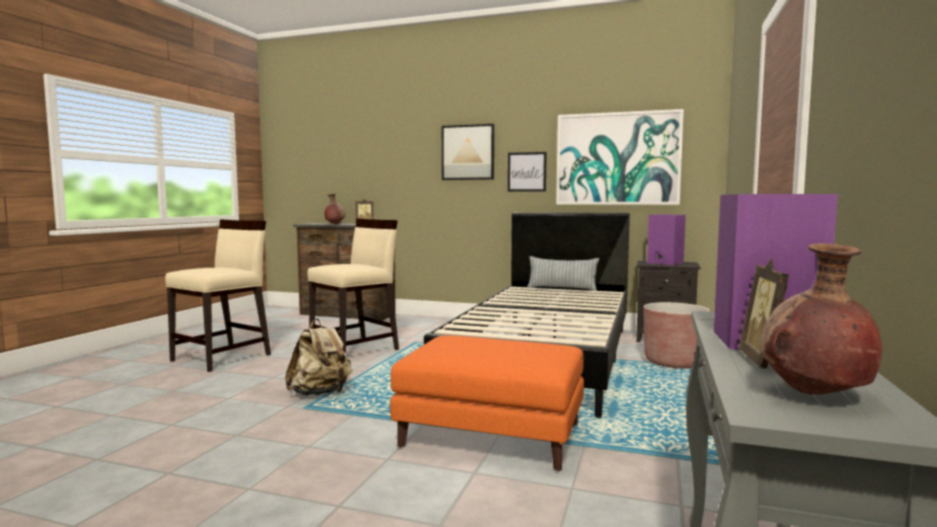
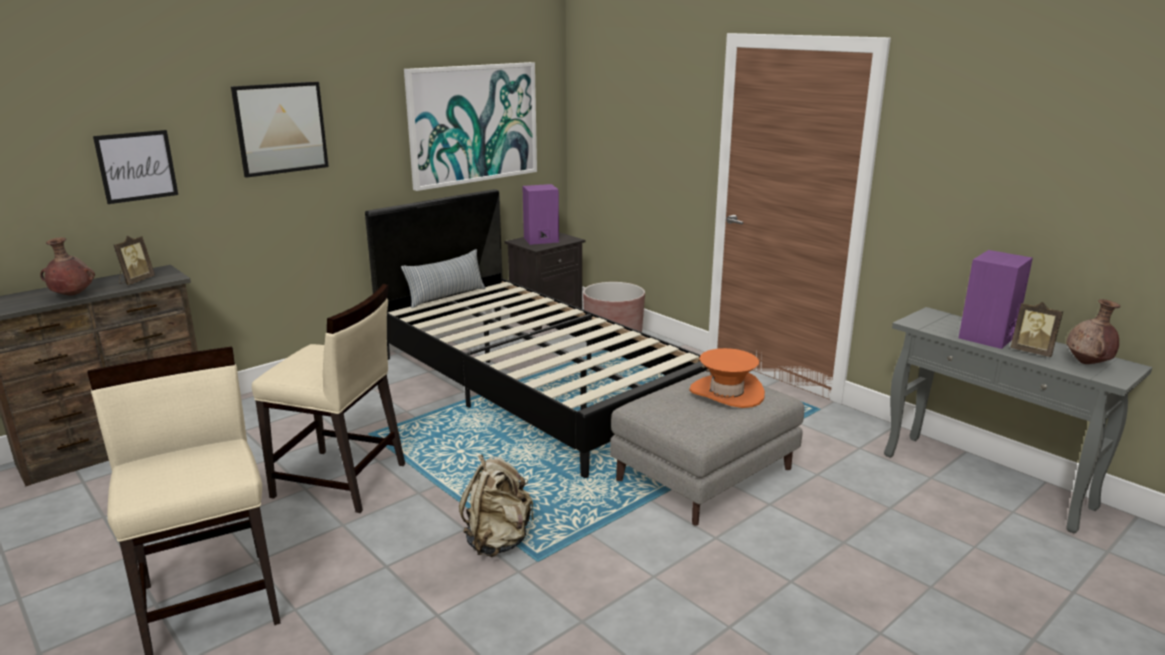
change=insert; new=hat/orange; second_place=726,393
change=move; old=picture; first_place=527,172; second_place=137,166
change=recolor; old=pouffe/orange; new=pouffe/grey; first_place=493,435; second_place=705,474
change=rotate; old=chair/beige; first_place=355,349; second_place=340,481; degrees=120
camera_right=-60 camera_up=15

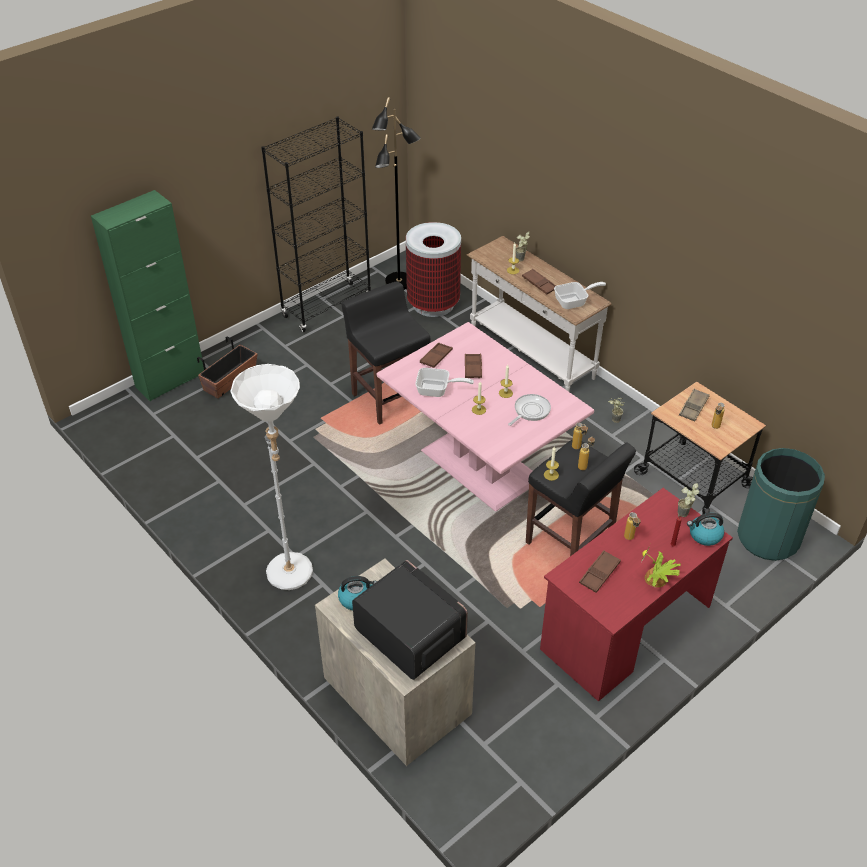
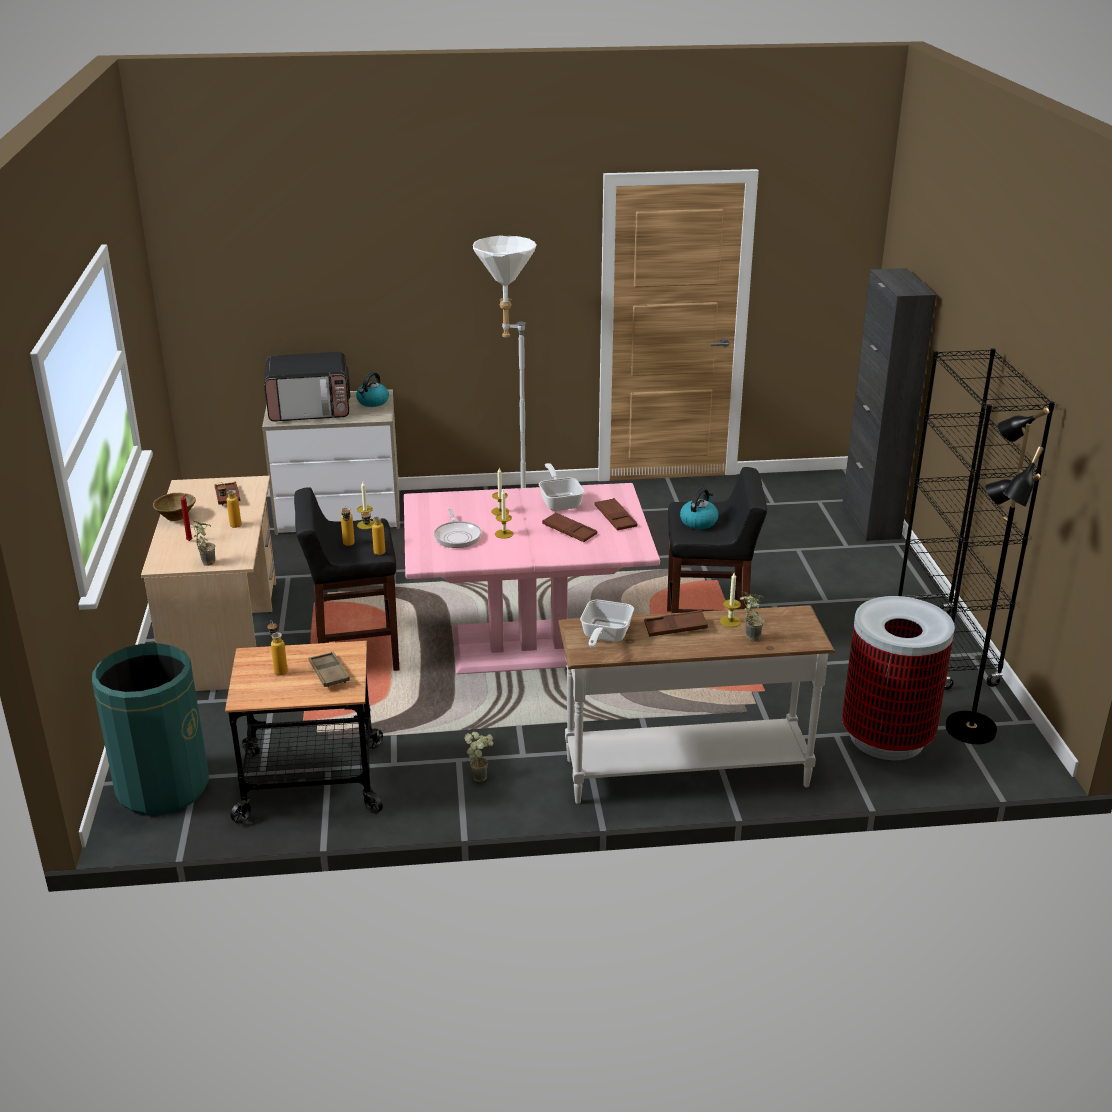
change=delete; old=plant pot; first_place=230,381
change=move; old=kettle; first_place=704,535; second_place=698,522
change=replace; old=houseplant; new=bowl/brownish; first_place=656,579; second_place=176,517
change=recolor; old=cabinet/green-coloured; new=cabinet/black; first_place=170,380; second_place=871,521
change=recolor; old=desk/red; new=desk/beige; first_place=625,628; second_place=224,635
change=rotate; old=skillet; first_place=437,390; second_place=560,501; degrees=120
camera_right=125 camera_up=-15

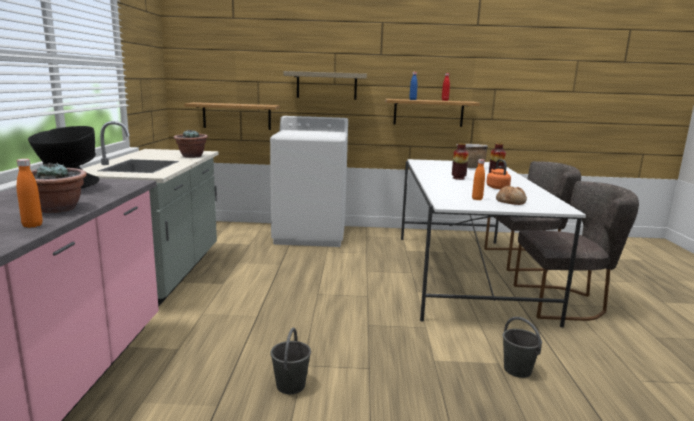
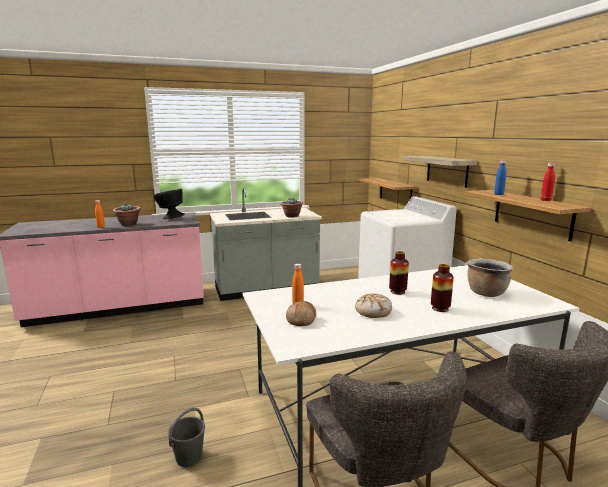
change=delete; old=water bucket/grey; first_place=291,385
change=replace; old=kettle/orange; new=baked bread; first_place=497,187; second_place=373,311
camera_right=70 camera_up=0

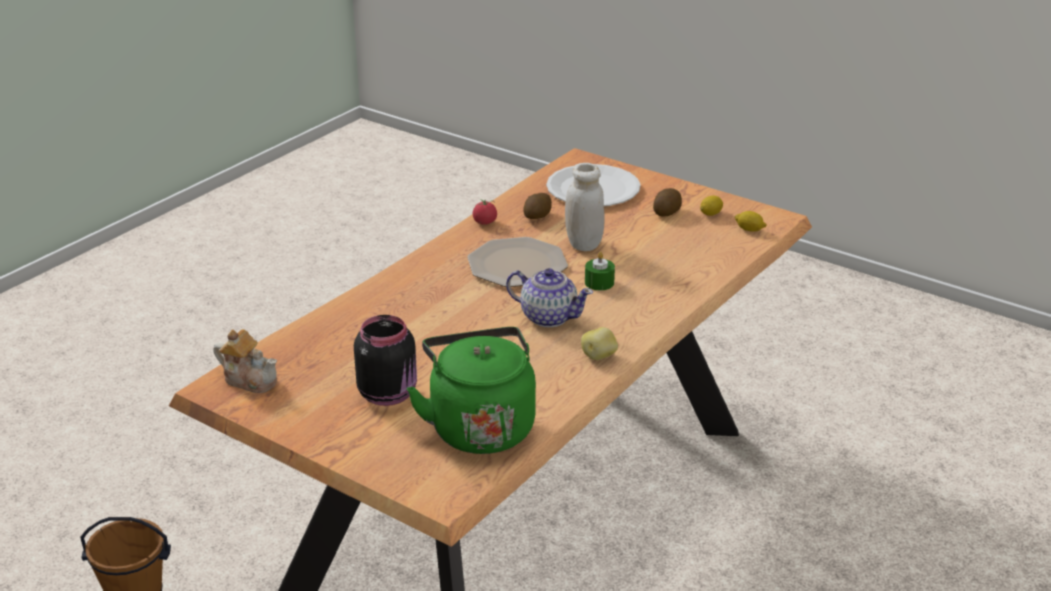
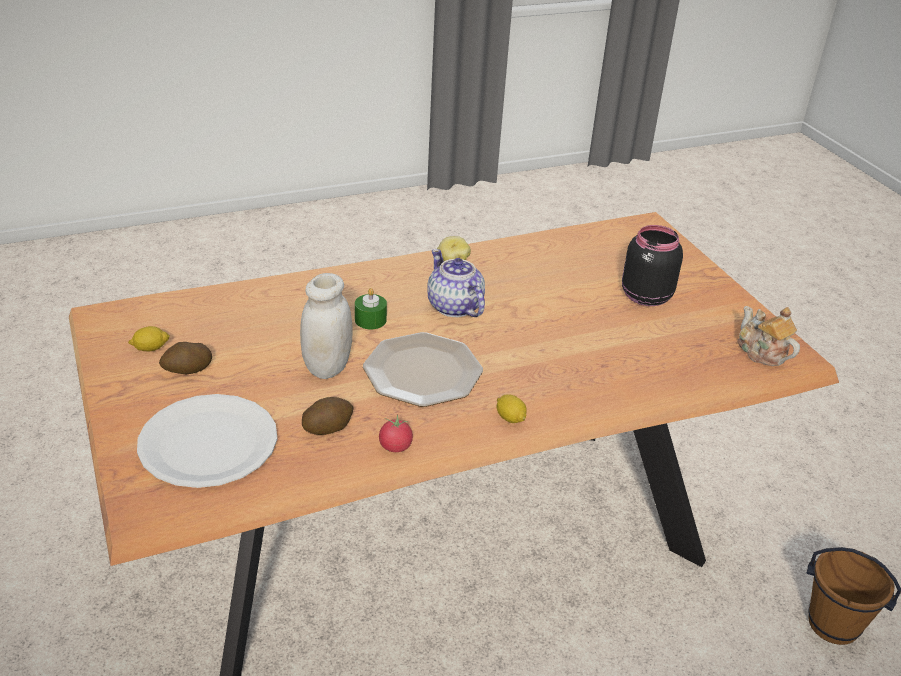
change=delete; old=kettle/green-coloured; first_place=479,426
change=move; old=citrus fruit; first_place=749,229; second_place=510,418
camera_right=-150 camera_up=5

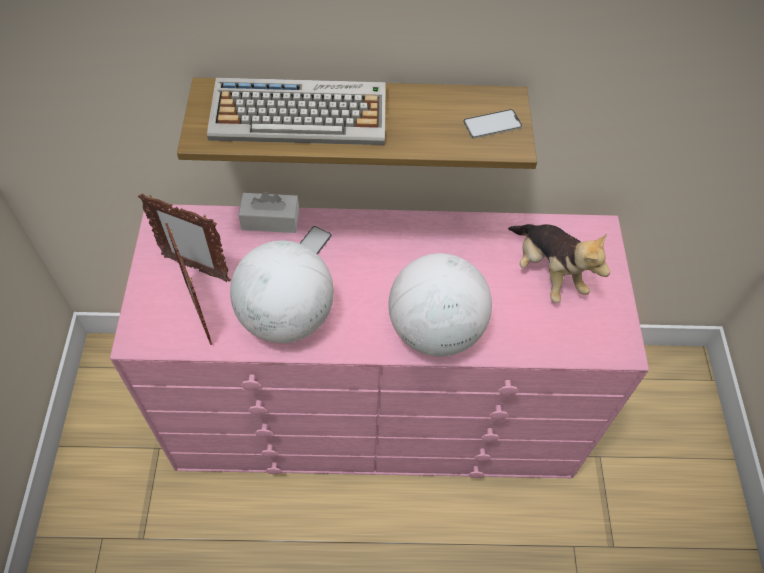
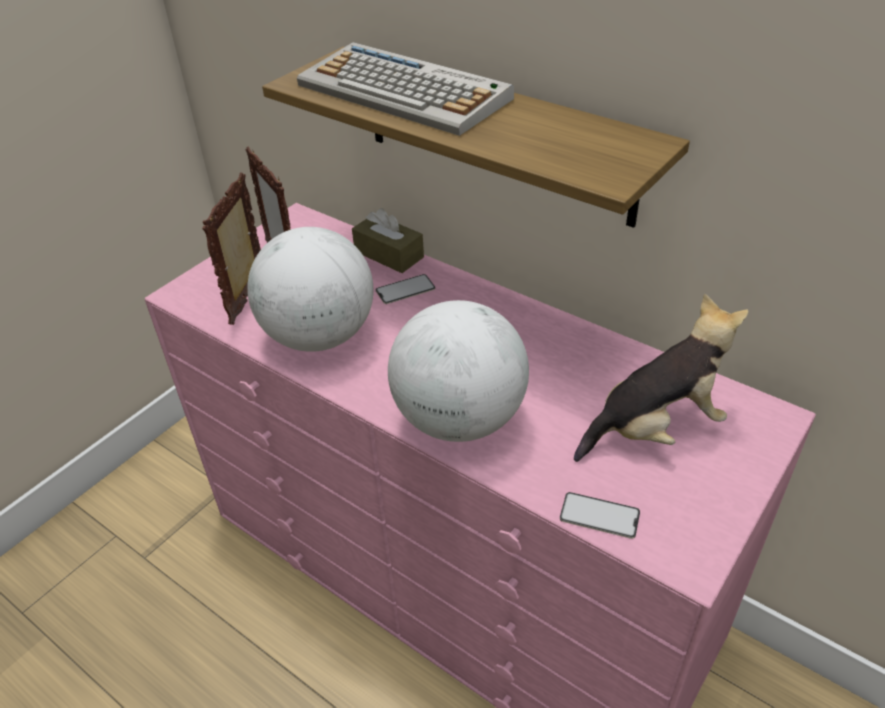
change=move; old=handset; first_place=492,124; second_place=599,515
change=recolor; old=tissue holder/white; new=tissue holder/brownish; first_place=270,220; second_place=389,254
change=rotate; old=soft toy; first_place=547,272; second_place=655,428; degrees=-120
camera_right=40 camera_up=-15

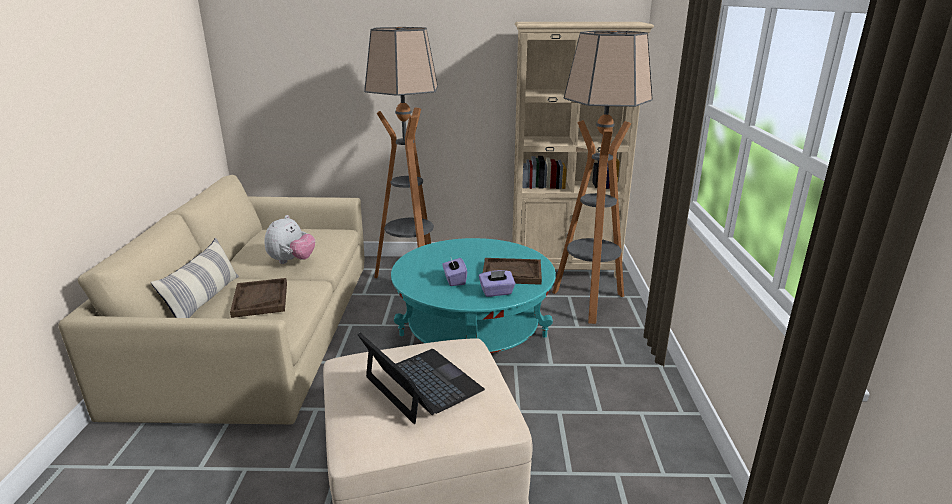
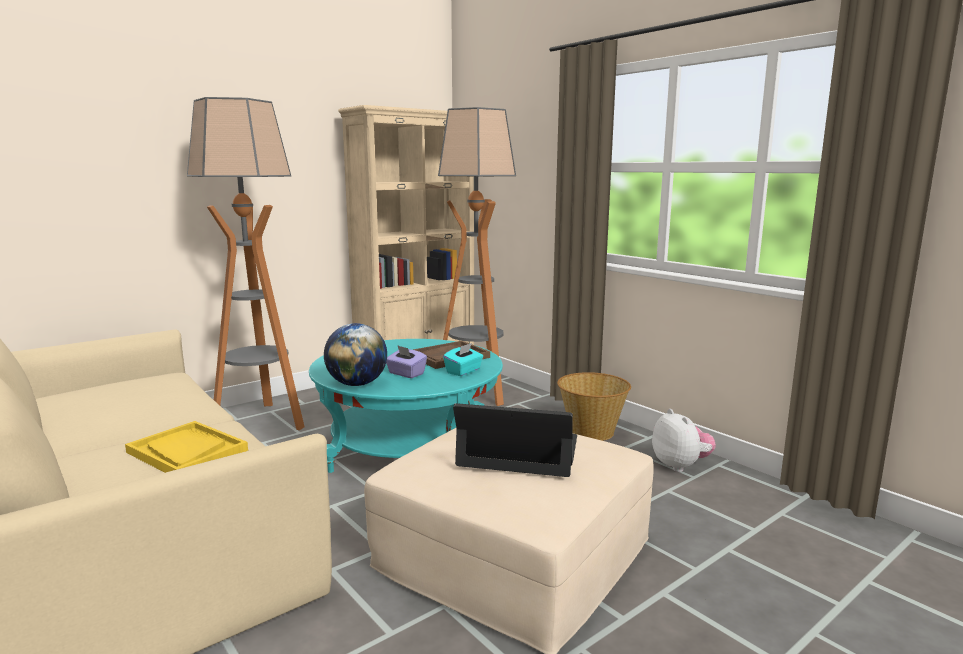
change=delete; old=throw pillow; first_place=204,300
change=insert; new=world globe; second_place=357,384
change=insert; new=household basket; second_place=591,431
change=move; old=soft toy; first_place=292,261; second_place=680,466
change=recolor; old=serving tray/brownish; new=serving tray/yellow-coloured; first_place=260,299; second_place=187,451
change=recolor; old=tissue holder/purplish; new=tissue holder/turquoise-coloured; first_place=496,292; second_place=463,371
camera_right=-40 camera_up=-10

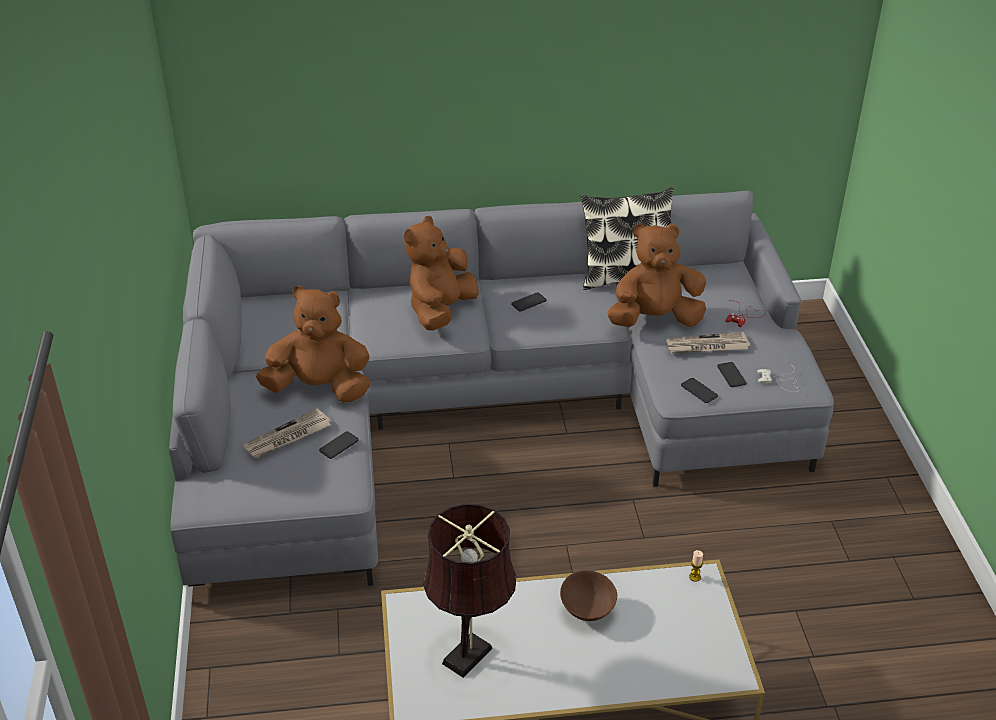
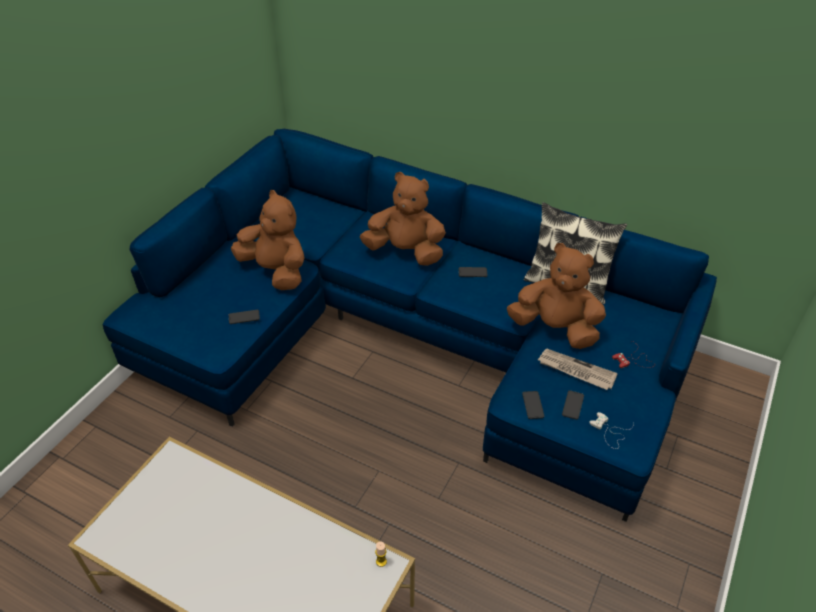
change=delete; old=daily paper; first_place=287,437
change=delete; old=tabletop lamp/brownish; first_place=471,652
change=delete; old=bowl/brownish; first_place=586,611
change=recolor; old=settee/grey; new=settee/bluish; first_place=471,413; second_place=407,337
change=rotate; old=soft toy/brownish; first_place=441,311; second_place=405,252; degrees=45
camera_right=35 camera_up=5

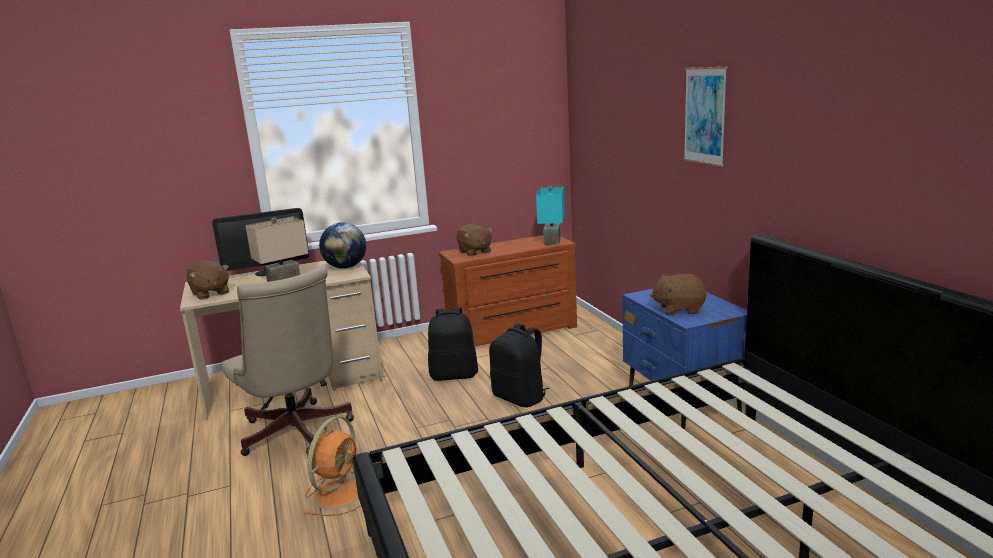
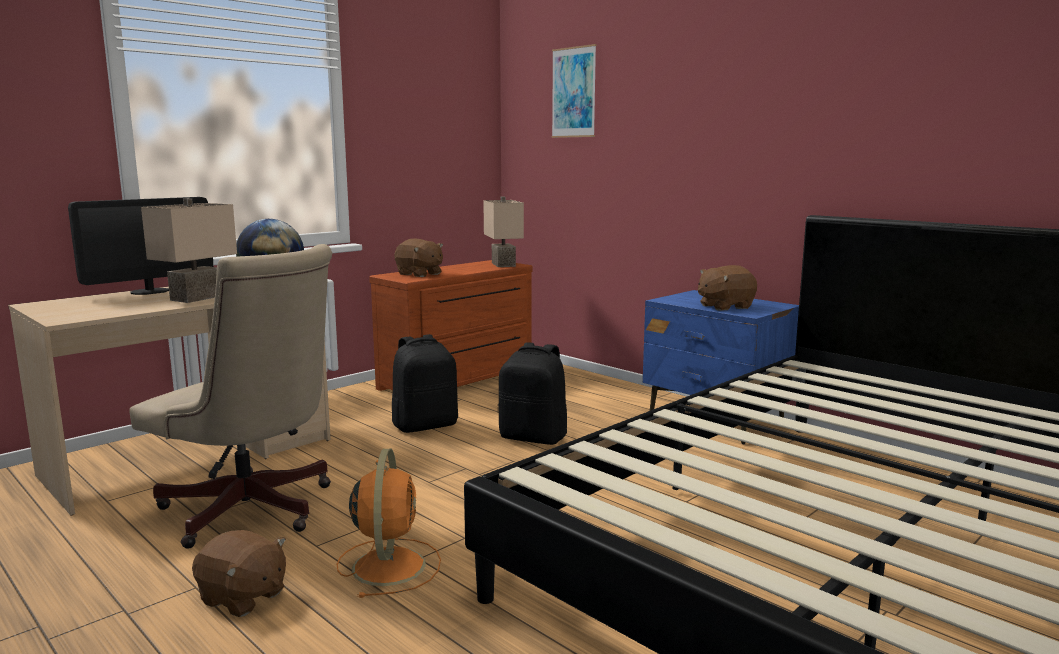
change=move; old=soft toy/brownish; first_place=210,293; second_place=242,597
change=move; old=picture; first_place=705,116; second_place=573,92
change=recolor; old=tabletop lamp/turquoise-coloured; new=tabletop lamp/beige; first_place=551,241; second_place=501,265
camera_right=-25 camera_up=-5

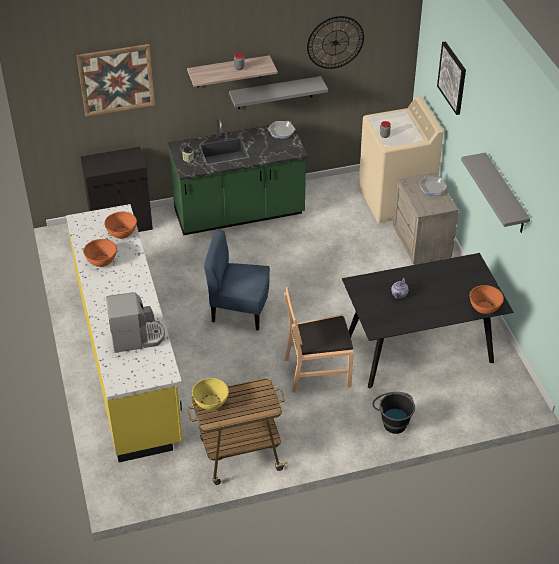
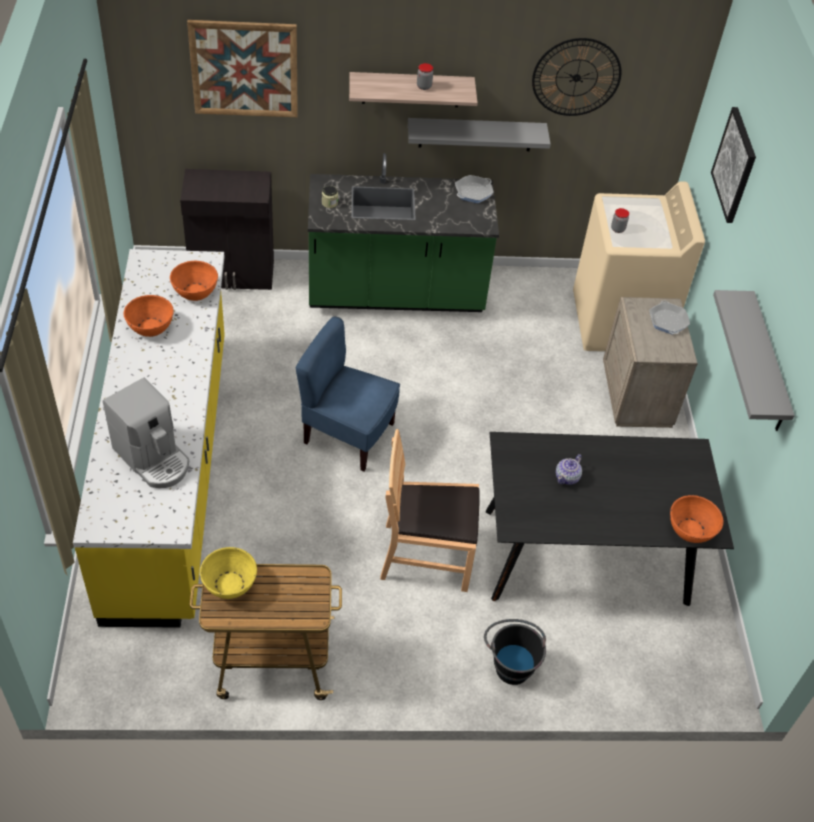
change=rotate; old=coffee maker; first_place=137,337; second_place=153,458; degrees=45
camera_right=10 camera_up=5

